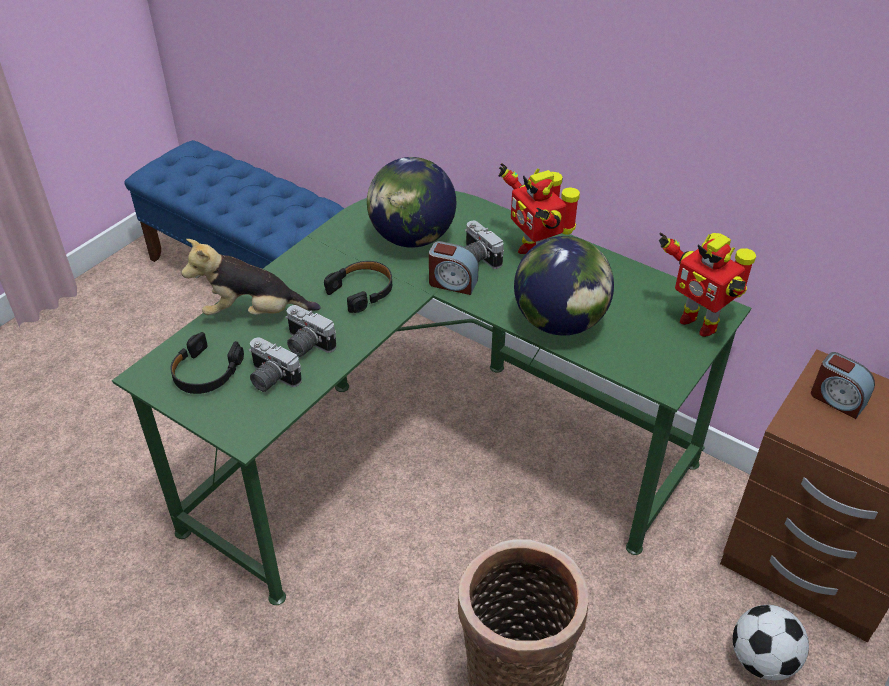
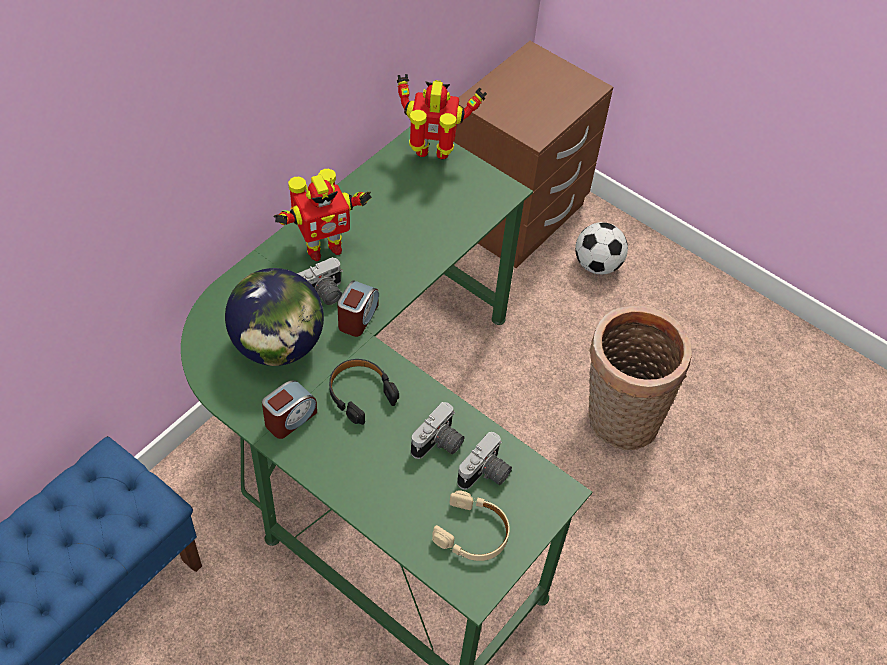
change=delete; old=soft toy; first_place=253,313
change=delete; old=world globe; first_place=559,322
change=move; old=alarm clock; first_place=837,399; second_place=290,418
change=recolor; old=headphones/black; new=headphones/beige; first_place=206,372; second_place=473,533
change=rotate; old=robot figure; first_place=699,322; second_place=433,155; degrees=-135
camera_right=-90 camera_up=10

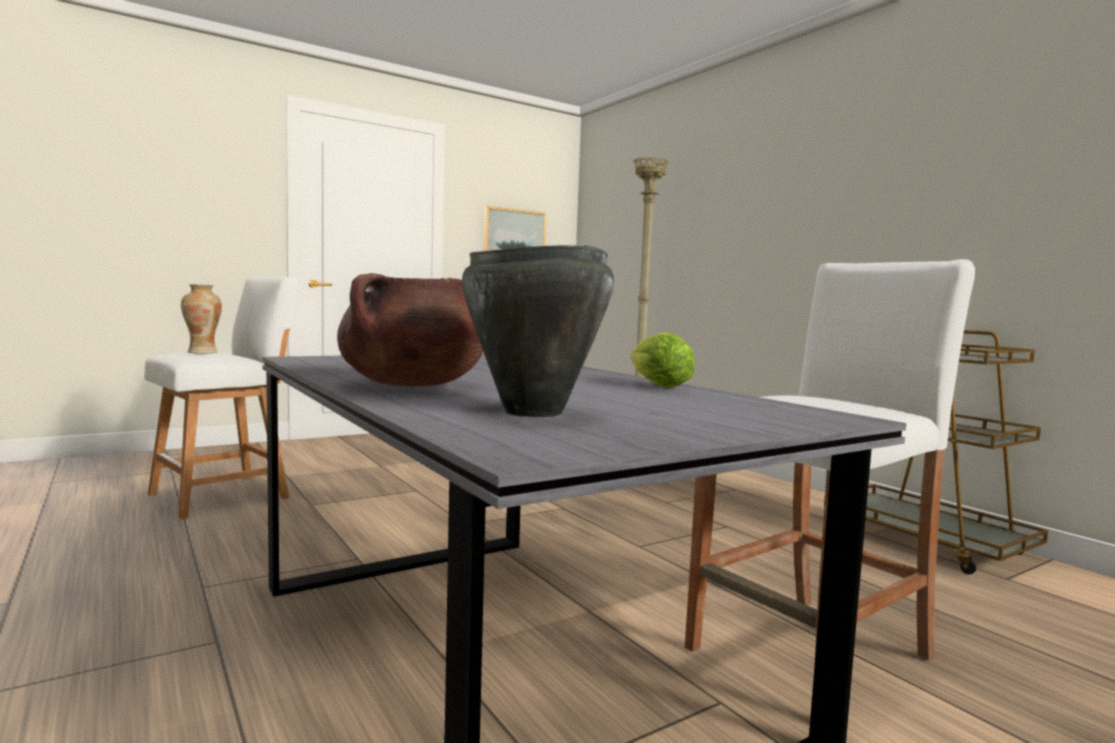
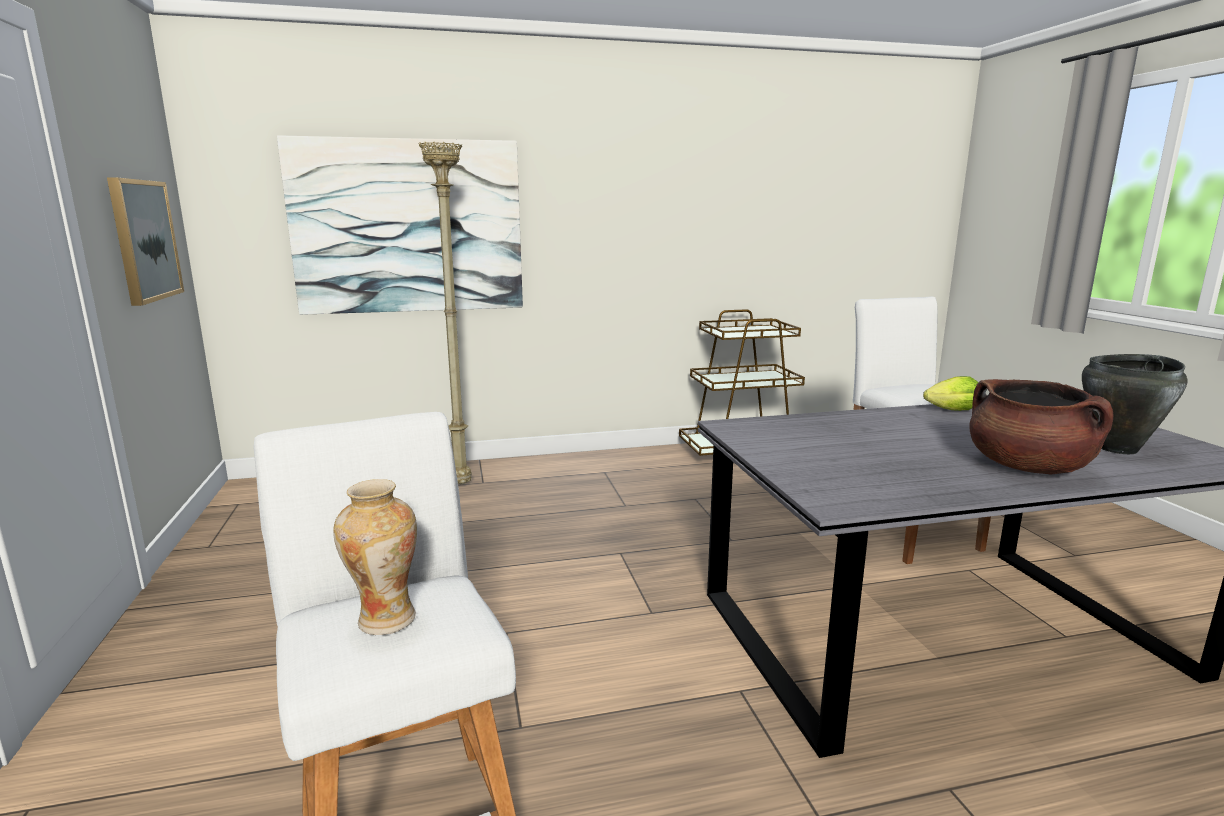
change=insert; new=picture; second_place=408,227
camera_right=-70 camera_up=10

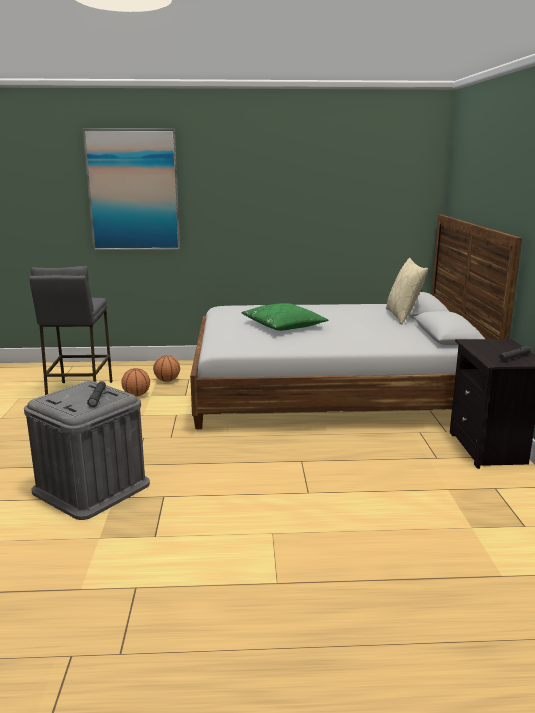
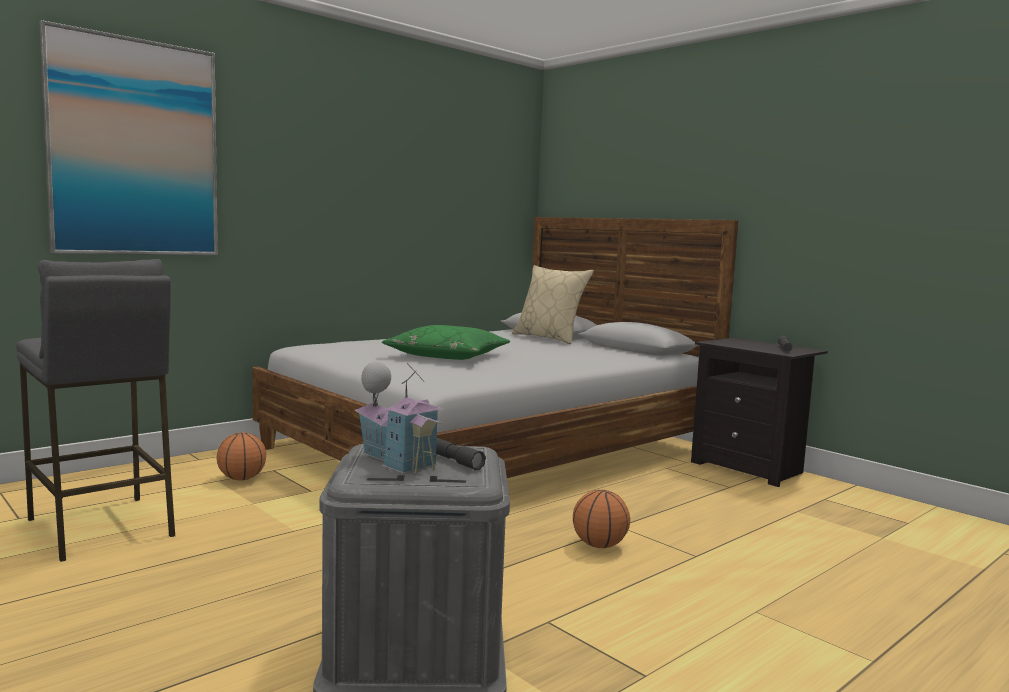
change=insert; new=toy house; second_place=398,460
change=move; old=ball for basketball; first_place=136,395; second_place=599,546
camera_right=-40 camera_up=-10

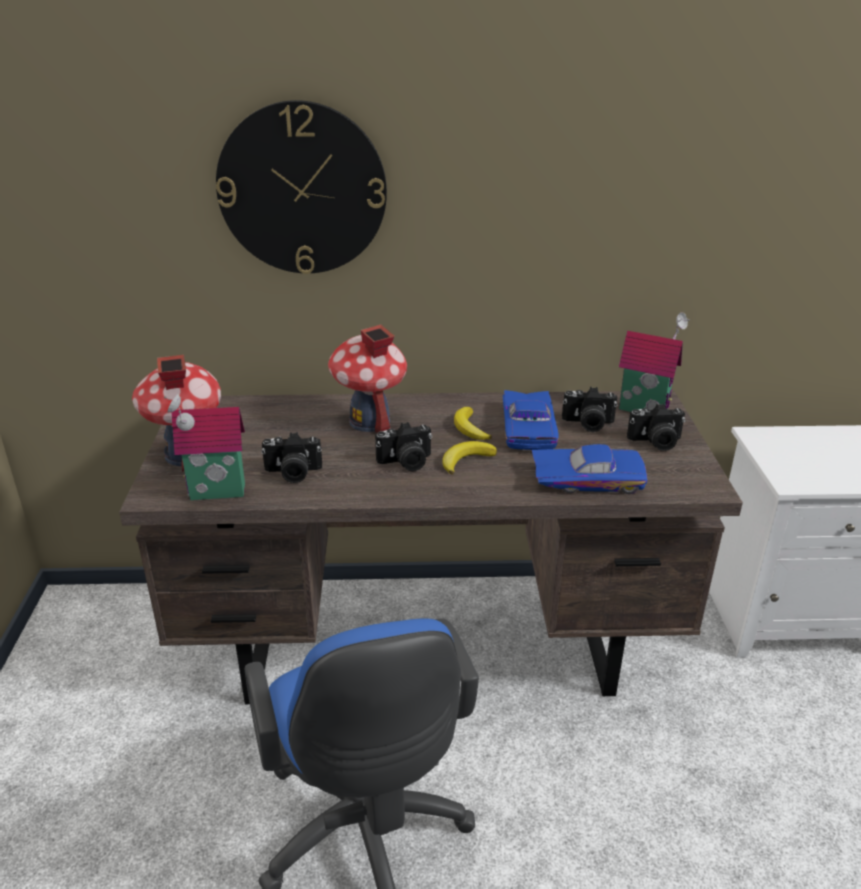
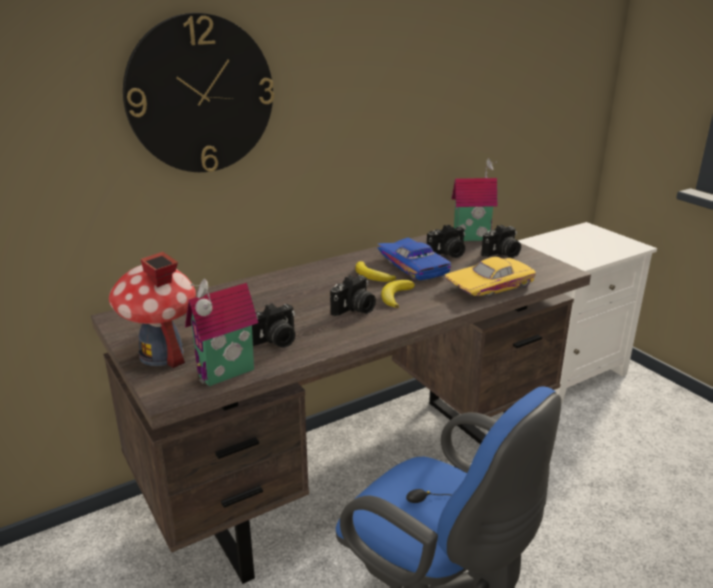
change=delete; old=toy house; first_place=369,421
change=recolor; old=model car/bluish; new=model car/yellow-coloured; first_place=586,478; second_place=488,285
camera_right=-30 camera_up=-5

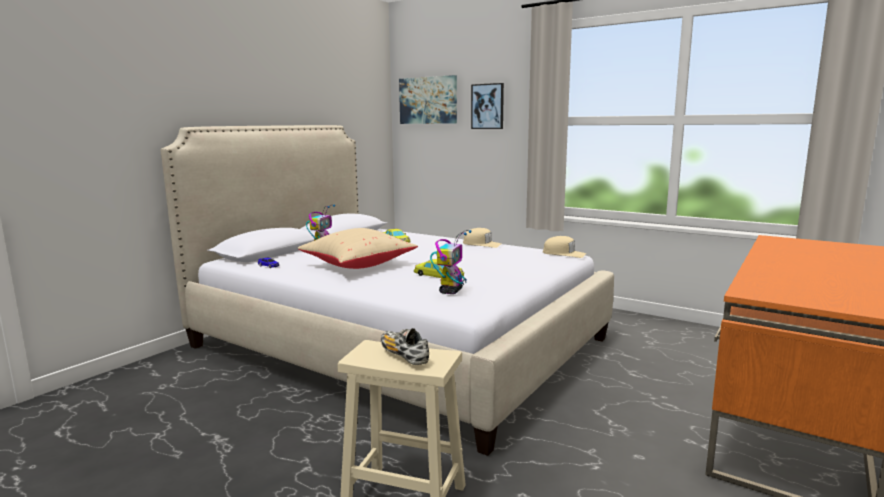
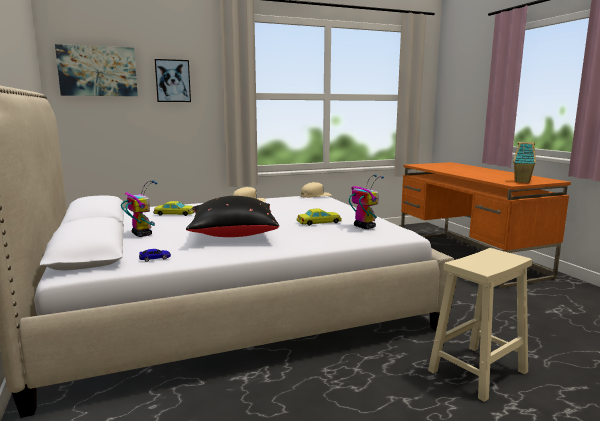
change=delete; old=shoe; first_place=403,356
change=insert; new=toy house; second_place=522,181
change=recolor; old=throw pillow/beige; new=throw pillow/black; first_place=357,265; second_place=232,234
camera_right=-55 camera_up=0

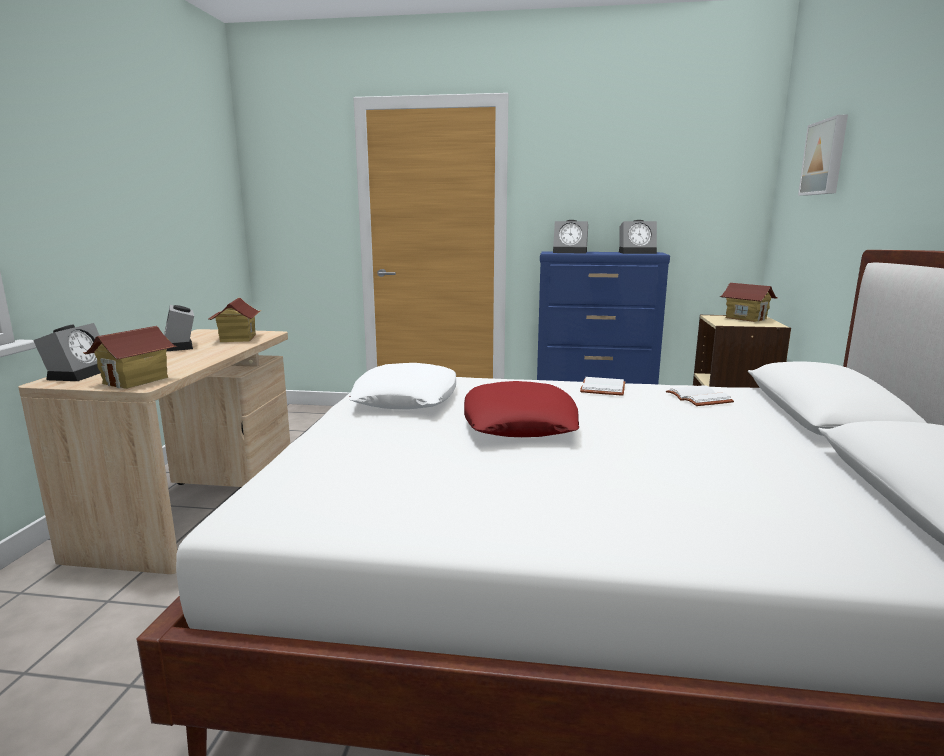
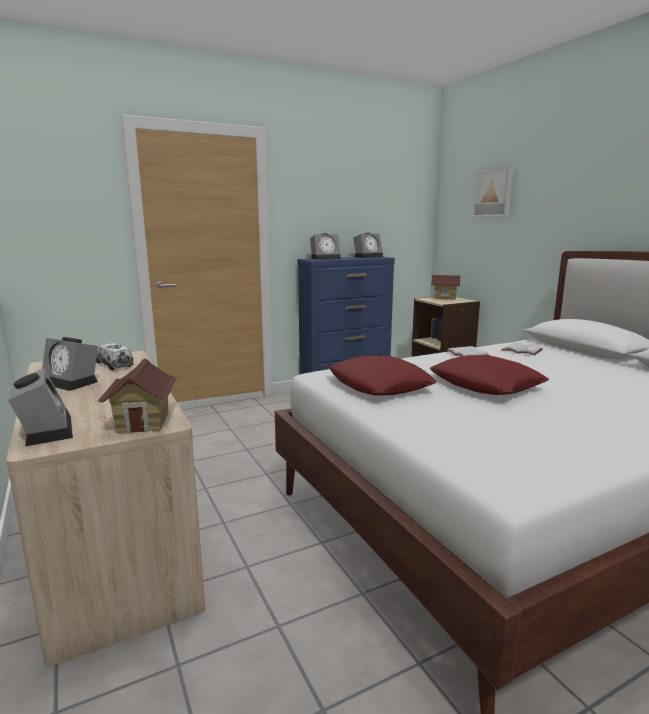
change=replace; old=toy house; new=model truck; first_place=237,338; second_place=114,364
change=recolor; old=throw pillow/white; new=throw pillow/red; first_place=406,398; second_place=380,385
camera_right=-35 camera_up=0

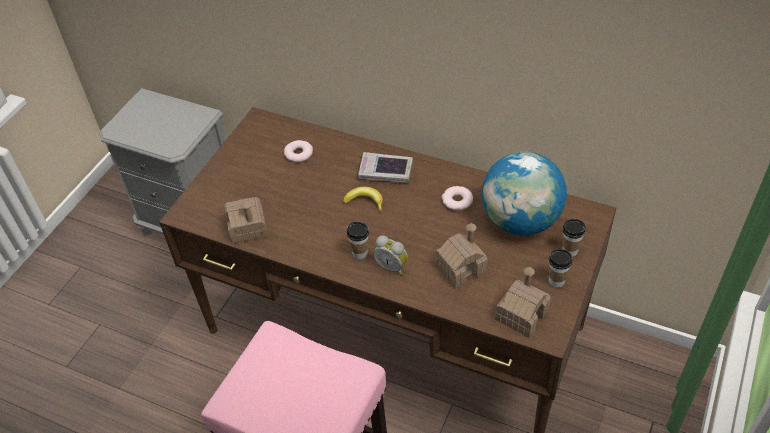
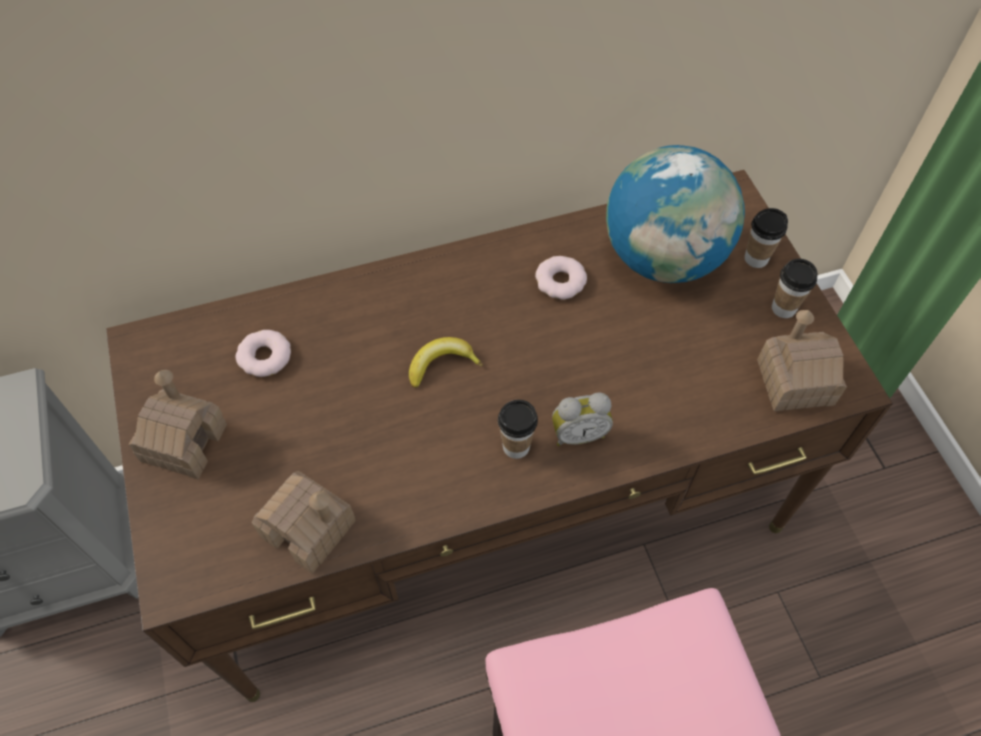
change=delete; old=bound book; first_place=385,171
change=move; old=toy house; first_place=460,268; second_place=184,442
camera_right=-45 camera_up=10

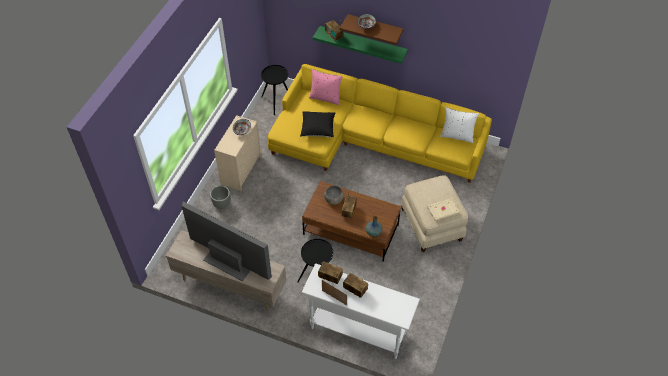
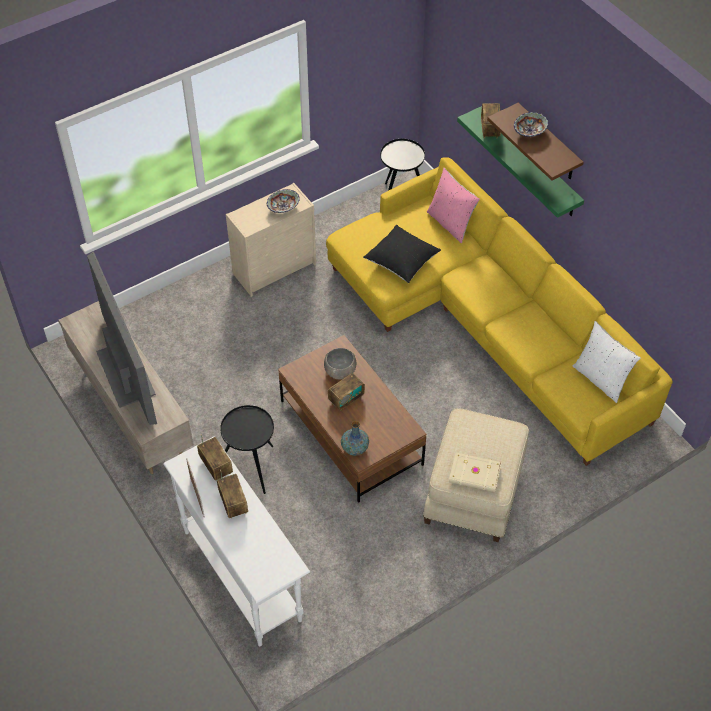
change=delete; old=plant pot/grey; first_place=221,204
camera_right=35 camera_up=0

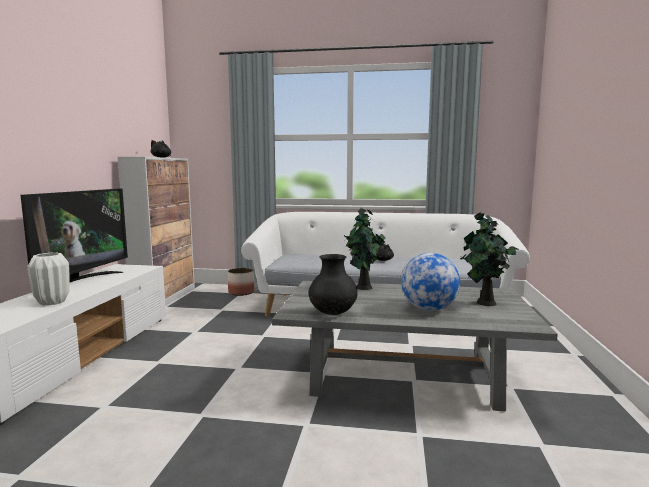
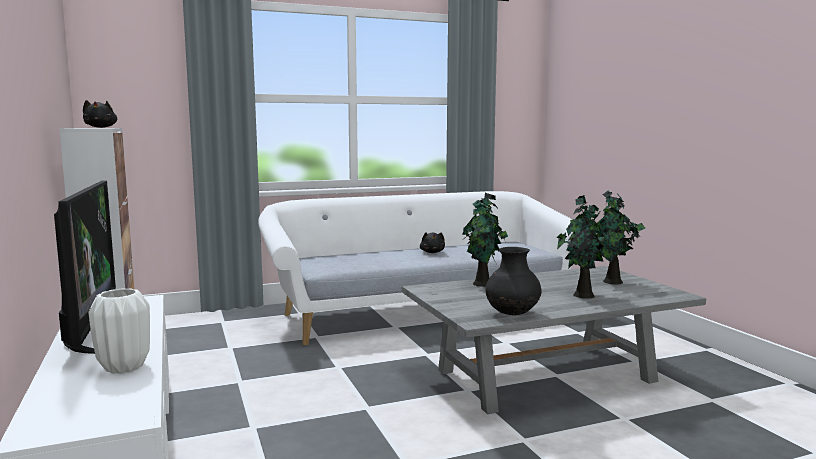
change=delete; old=plant pot; first_place=241,292
change=replace; old=world globe; new=houseplant; first_place=428,309; second_place=582,295
camera_right=-30 camera_up=0

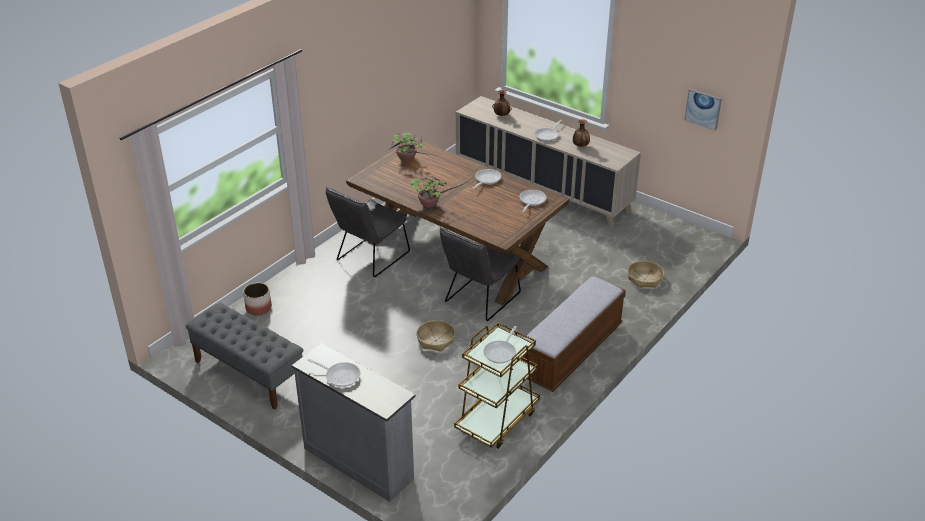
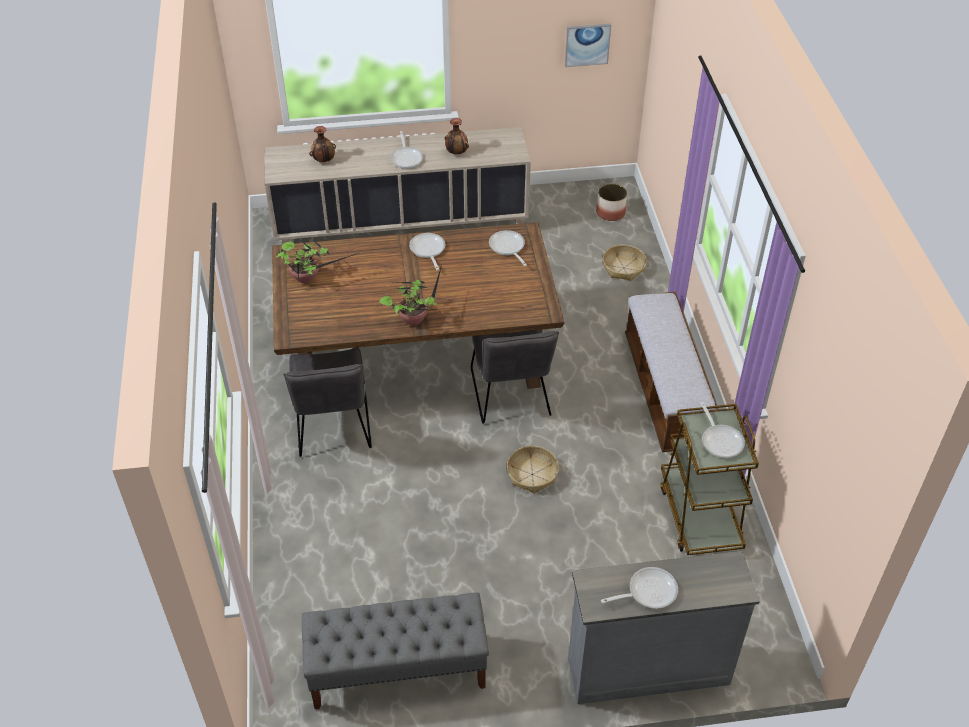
change=move; old=plant pot; first_place=258,308; second_place=610,213
camera_right=-45 camera_up=10

